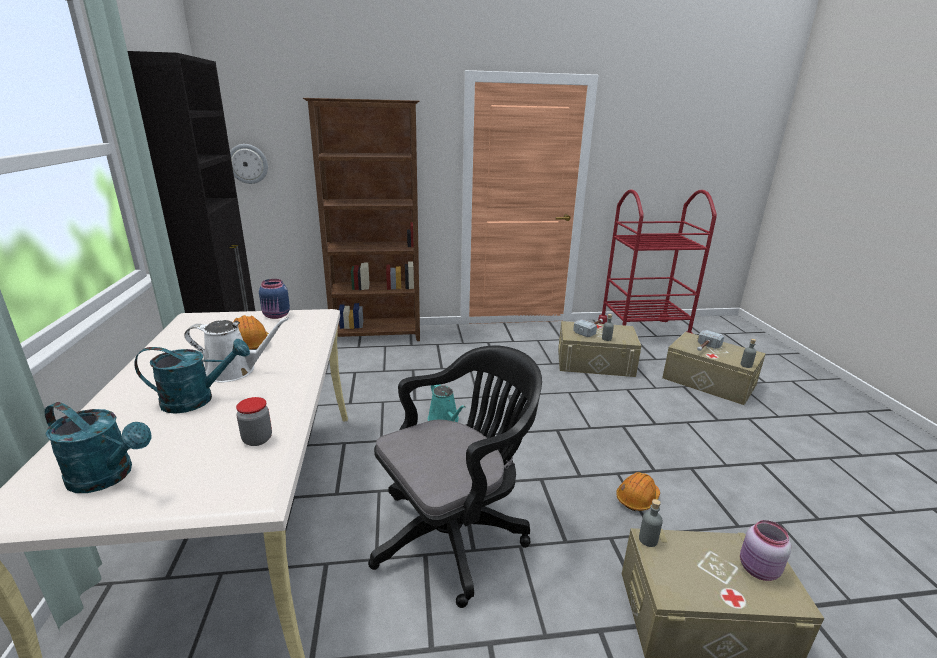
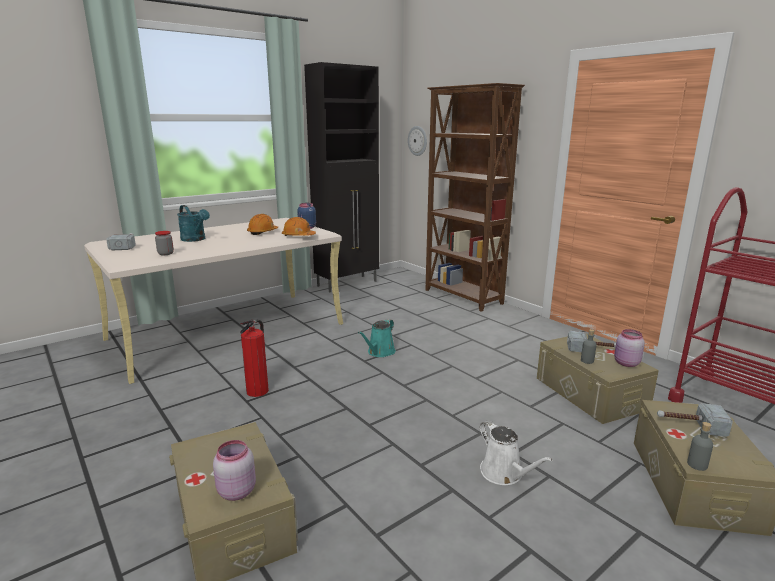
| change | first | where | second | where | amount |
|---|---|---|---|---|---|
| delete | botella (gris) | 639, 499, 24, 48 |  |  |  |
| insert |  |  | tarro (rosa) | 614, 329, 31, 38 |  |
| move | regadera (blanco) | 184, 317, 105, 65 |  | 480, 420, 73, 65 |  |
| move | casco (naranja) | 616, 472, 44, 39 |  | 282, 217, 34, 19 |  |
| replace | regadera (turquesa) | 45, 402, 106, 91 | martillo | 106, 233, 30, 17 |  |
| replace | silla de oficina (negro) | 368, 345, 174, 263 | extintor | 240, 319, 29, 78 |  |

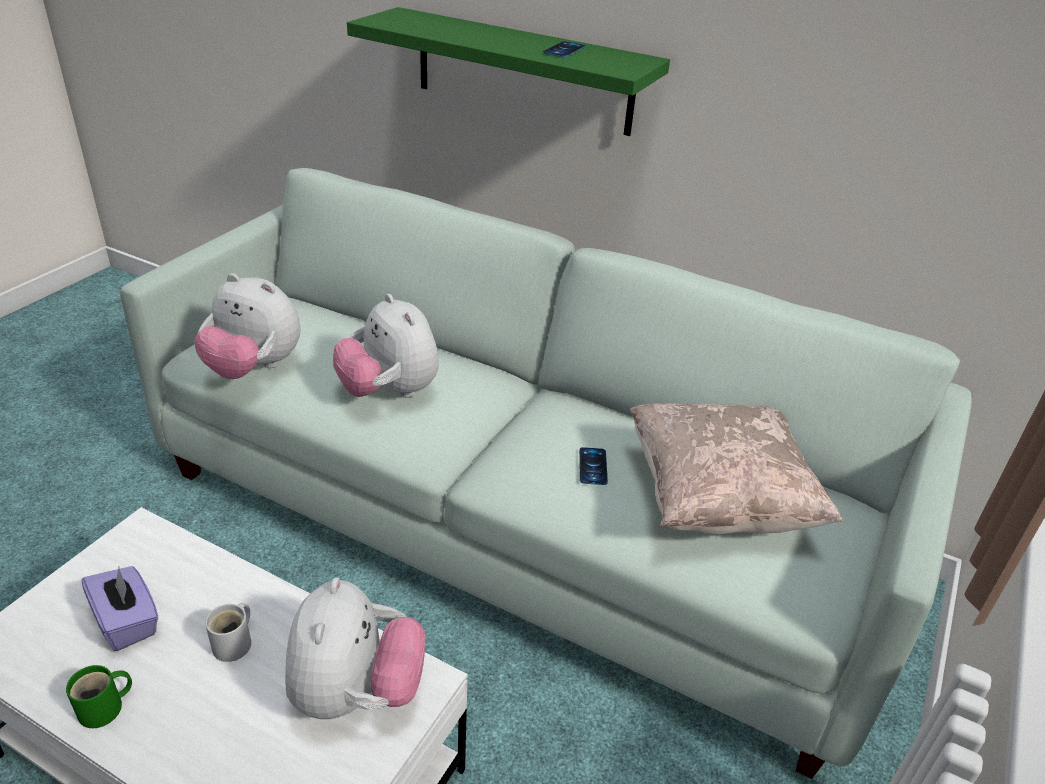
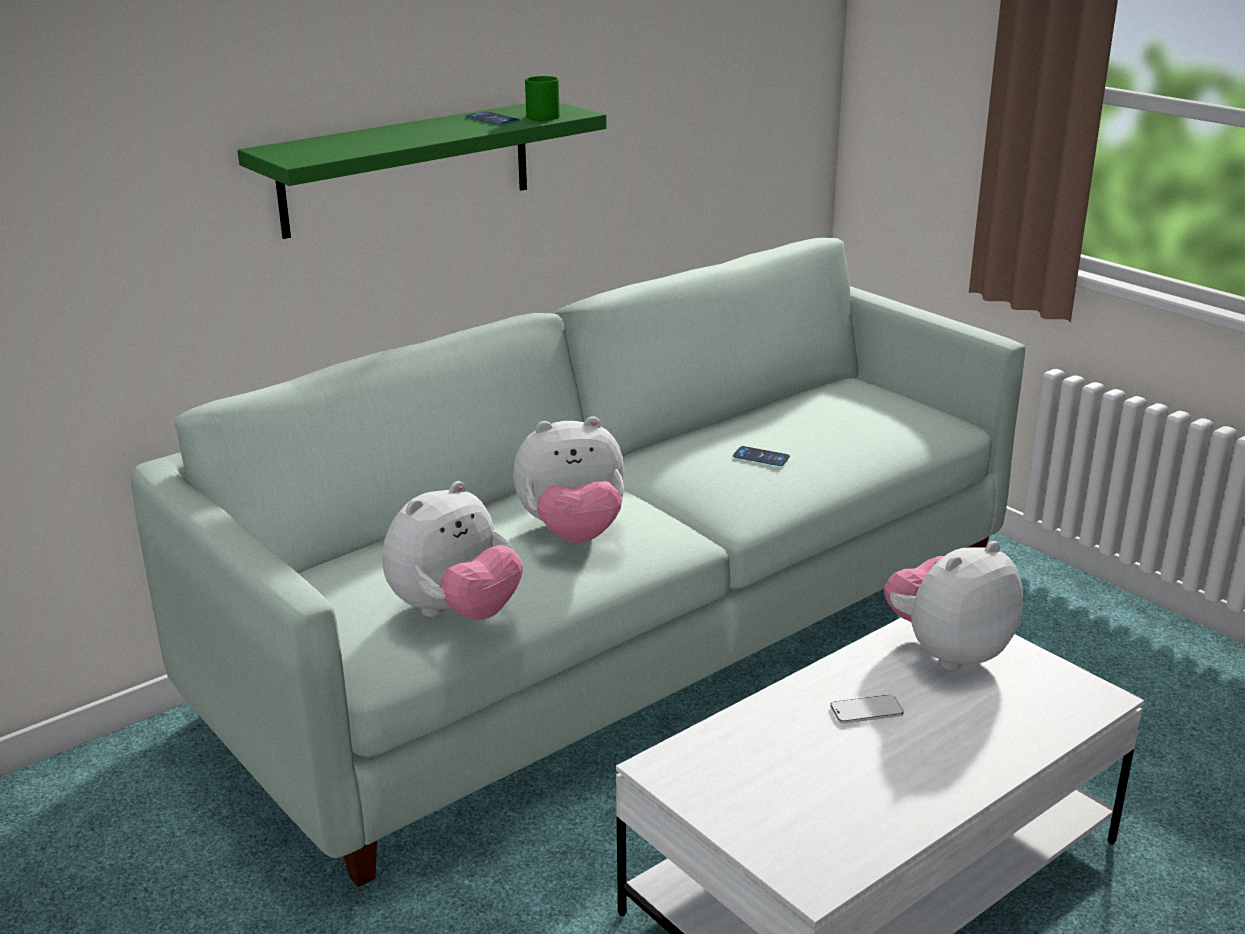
| change | first | where | second | where | amount |
|---|---|---|---|---|---|
| delete | caja de pañuelos (morado) | 82, 566, 77, 85 |  |  |  |
| delete | cojín (beis) | 630, 403, 213, 131 |  |  |  |
| move | taza grande (verde) | 66, 665, 66, 63 |  | 525, 76, 35, 45 |  |
| replace | taza grande (blanco) | 205, 603, 46, 59 | móvil | 830, 695, 74, 28 |  |
| rotate | peluche | 285, 577, 140, 142 |  | 884, 541, 139, 129 | 60 degrees counterclockwise |

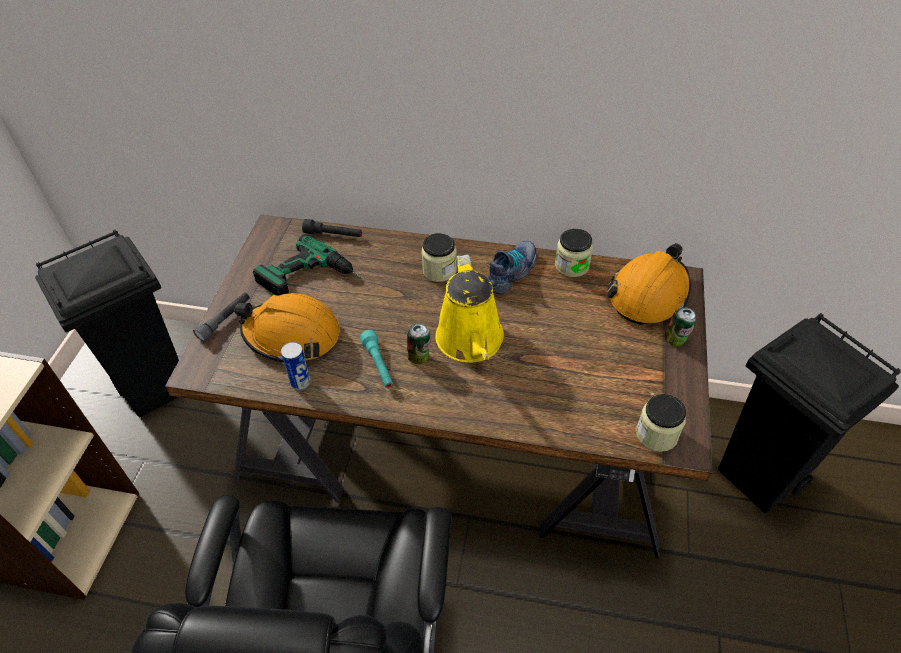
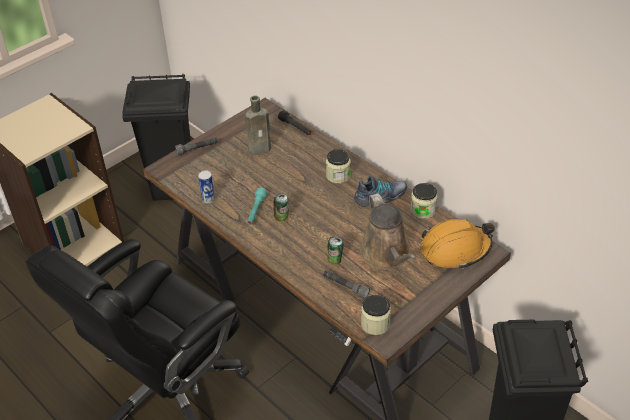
| change | first | where | second | where | amount |
|---|---|---|---|---|---|
| delete | casco (naranja) | 235, 293, 105, 71 |  |  |  |
| delete | regadera (amarillo) | 435, 255, 69, 108 |  |  |  |
| insert |  |  | linterna (gris) | 323, 270, 47, 29 |  |
| insert |  |  | regadera (marrón) | 360, 193, 56, 77 |  |
| move | lata | 665, 307, 31, 39 |  | 327, 237, 17, 27 |  |
| replace | taladro | 253, 234, 111, 62 | botella (marrón) | 245, 95, 26, 60 |  |

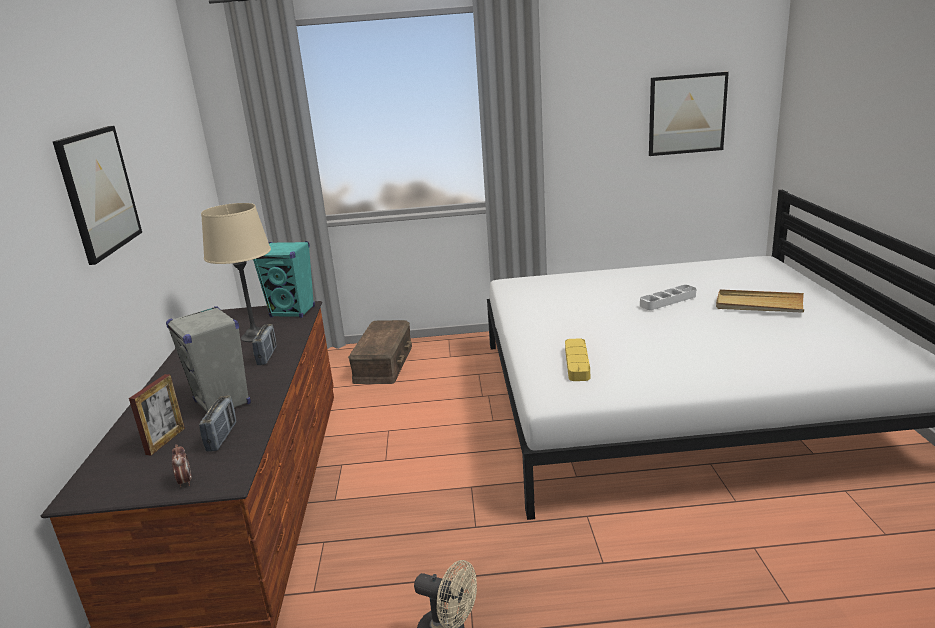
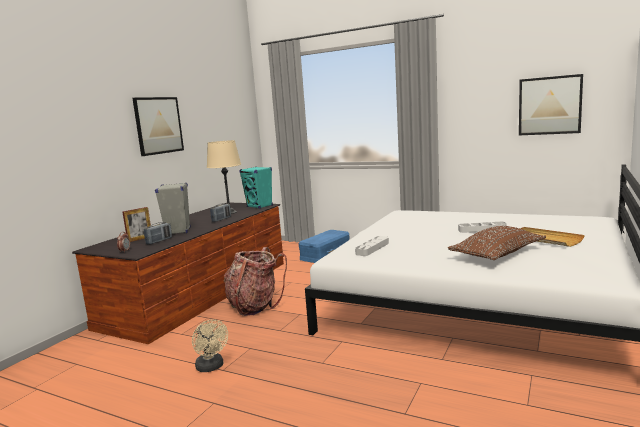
| change | first | where | second | where | amount |
|---|---|---|---|---|---|
| insert |  |  | mochila | 224, 247, 63, 69 |  |
| insert |  |  | cojín (marrón) | 448, 226, 98, 34 |  |
| recolor | caja de almacenaje (marrón) | 348, 320, 64, 64 | caja de almacenaje (azul) | 298, 230, 52, 33 |  |
| recolor | bandeja (amarillo) | 565, 339, 25, 42 | bandeja (gris) | 355, 236, 34, 20 |  |

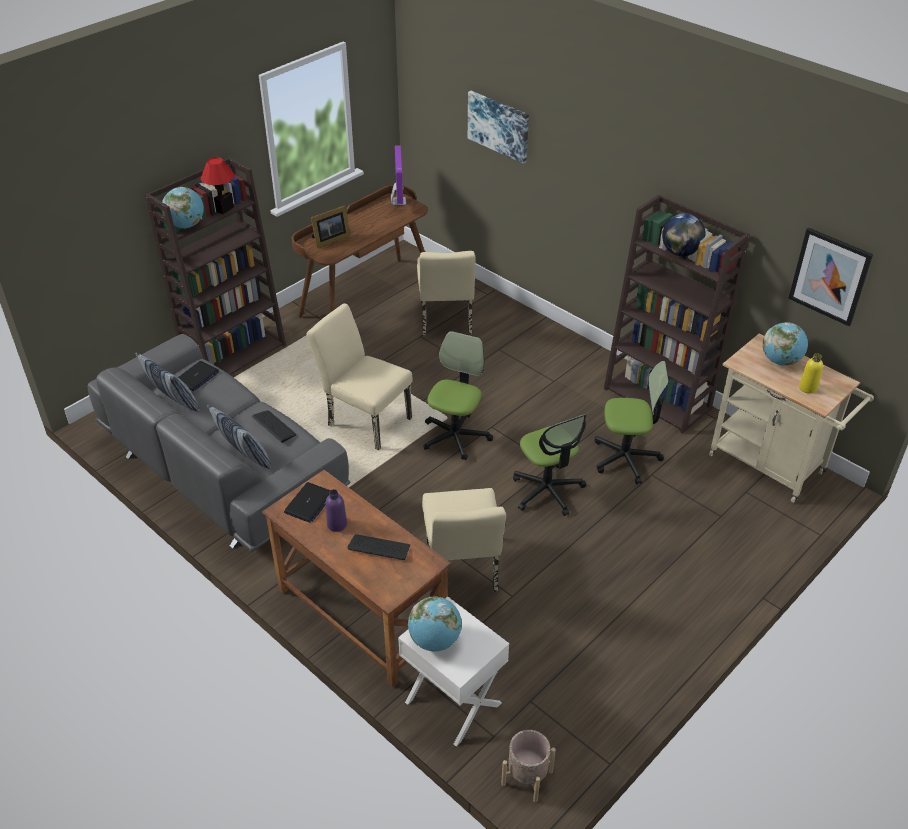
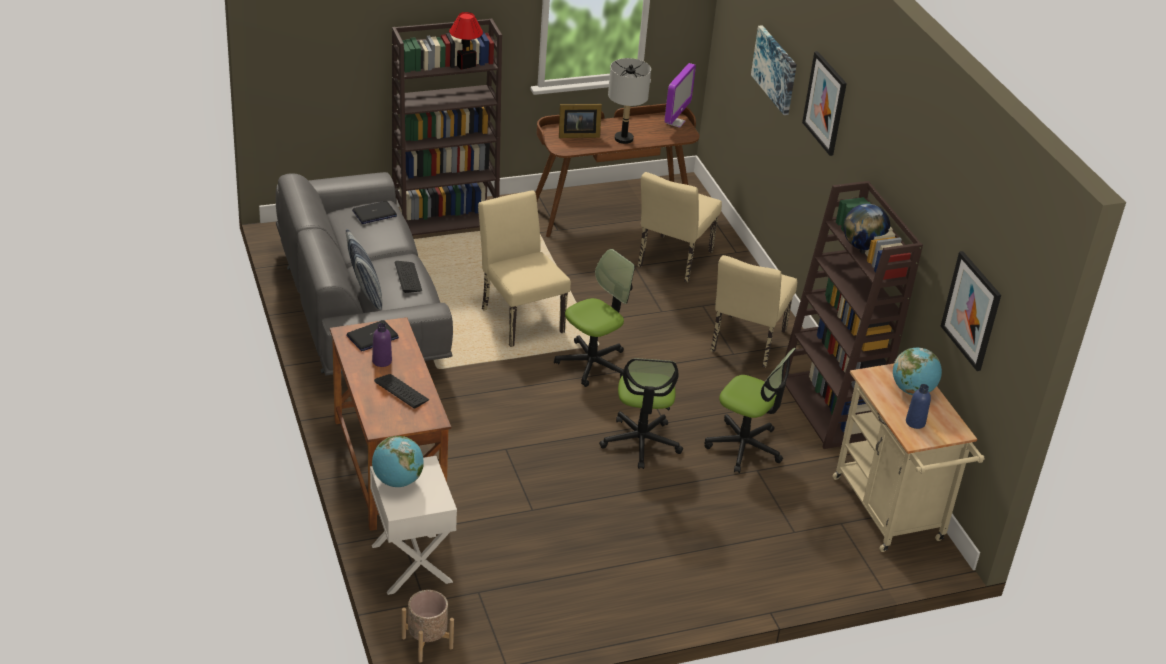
| change | first | where | second | where | amount |
|---|---|---|---|---|---|
| delete | cojín | 135, 353, 65, 58 |  |  |  |
| delete | globo terráqueo | 162, 187, 42, 41 |  |  |  |
| insert |  |  | lámpara de mesa (gris) | 608, 58, 43, 86 |  |
| insert |  |  | cuadro | 802, 51, 45, 105 |  |
| move | silla (beis) | 422, 488, 84, 109 |  | 710, 255, 87, 112 |  |
| recolor | botella (amarillo) | 799, 353, 24, 41 | botella (azul) | 906, 384, 25, 45 |  |

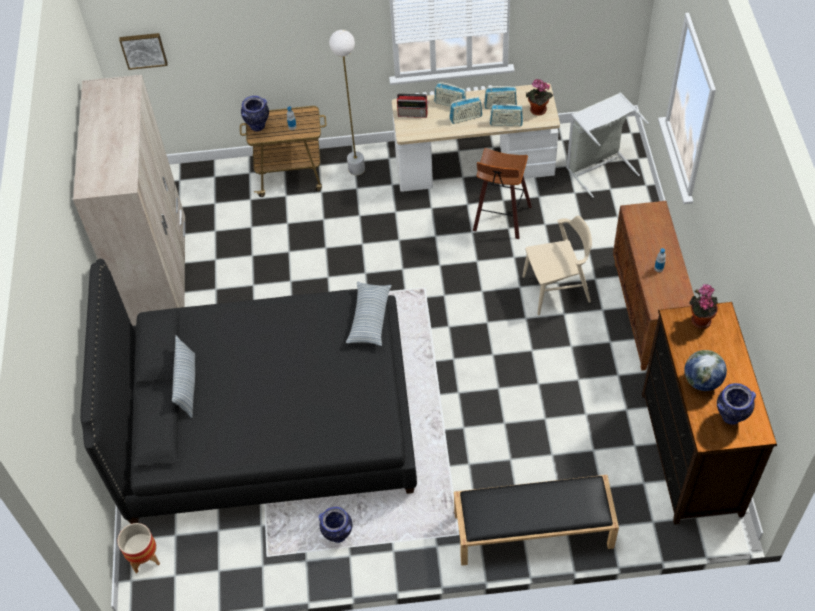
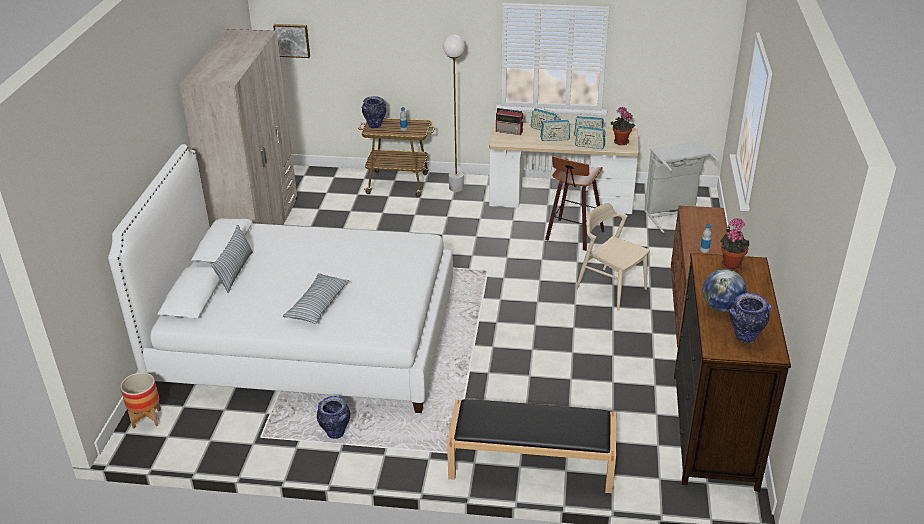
| change | first | where | second | where | amount |
|---|---|---|---|---|---|
| move | cojín | 346, 282, 46, 64 |  | 283, 273, 67, 51 |  |
| recolor | cama (negro) | 80, 259, 337, 265 | cama (blanco) | 108, 144, 345, 269 |  |
| rotate | silla (beis) | 522, 215, 70, 100 |  | 576, 203, 74, 108 | 135 degrees counterclockwise |

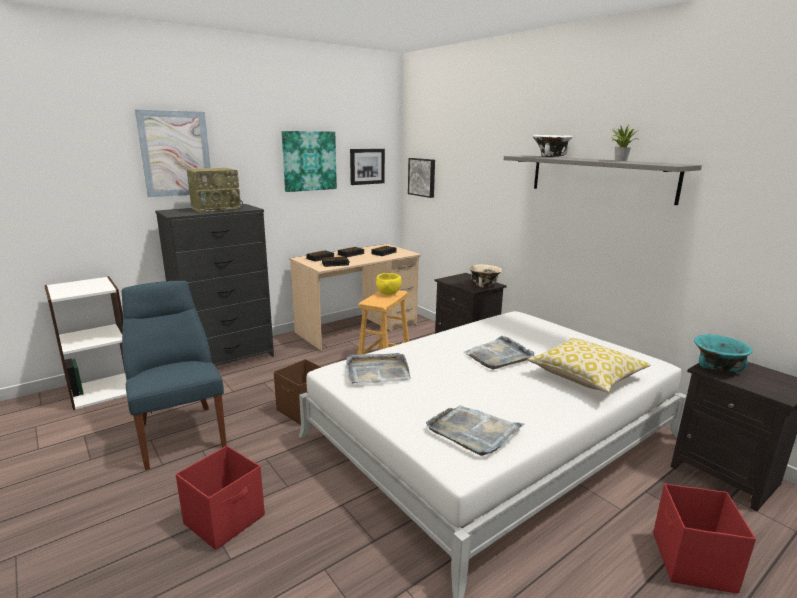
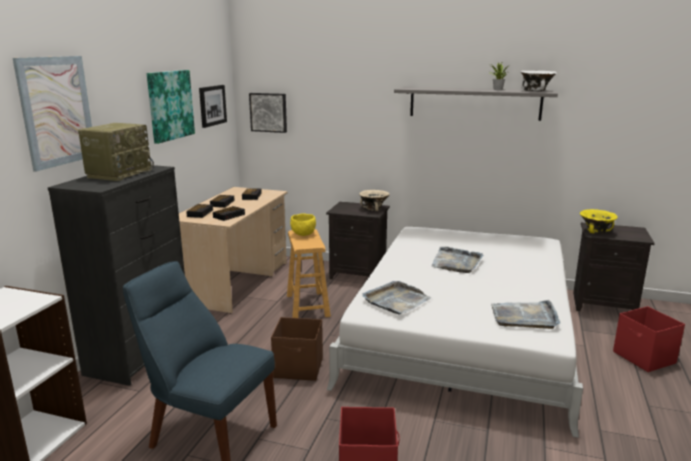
| change | first | where | second | where | amount |
|---|---|---|---|---|---|
| delete | cojín | 527, 338, 124, 54 |  |  |  |
| move | cuenco (blanco) | 533, 135, 40, 22 |  | 521, 71, 36, 20 |  |
| recolor | cuenco (turquesa) | 694, 334, 59, 38 | cuenco (amarillo) | 580, 209, 38, 25 |  |

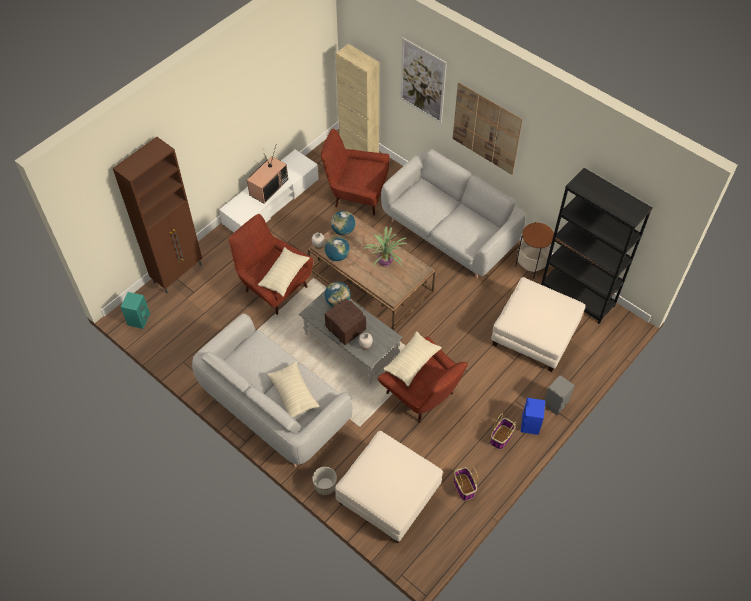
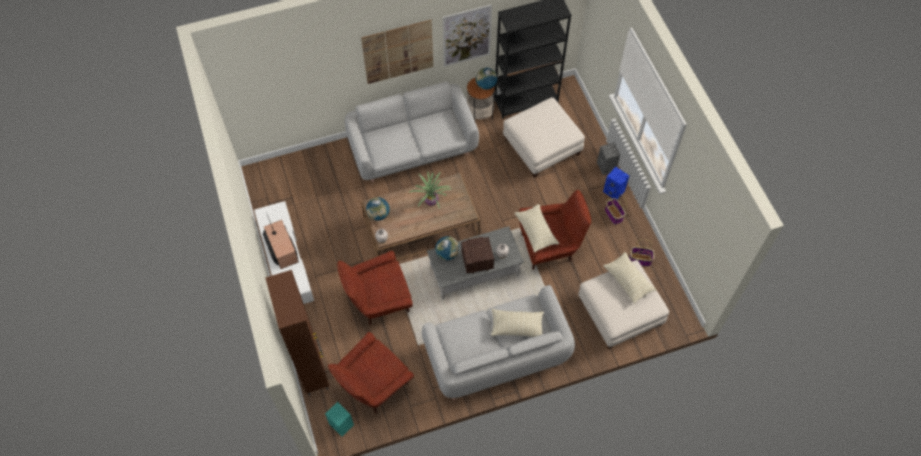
| change | first | where | second | where | amount |
|---|---|---|---|---|---|
| delete | maceta | 312, 467, 25, 28 |  |  |  |
| delete | armario (beis) | 336, 44, 43, 109 |  |  |  |
| move | cojín (beis) | 258, 247, 52, 50 |  | 603, 252, 53, 52 |  |
| move | sillón (rojo) | 321, 129, 69, 86 |  | 328, 332, 86, 81 |  |
| move | globo terráqueo | 325, 236, 25, 25 |  | 476, 68, 21, 22 |  |
| move | cuadro | 400, 38, 47, 85 |  | 443, 4, 49, 63 |  |

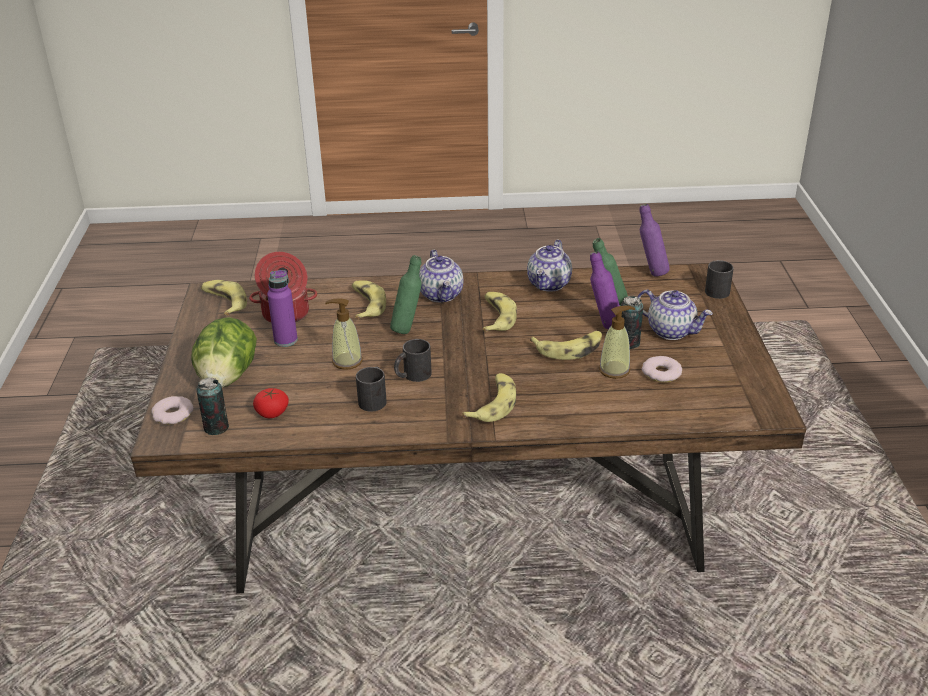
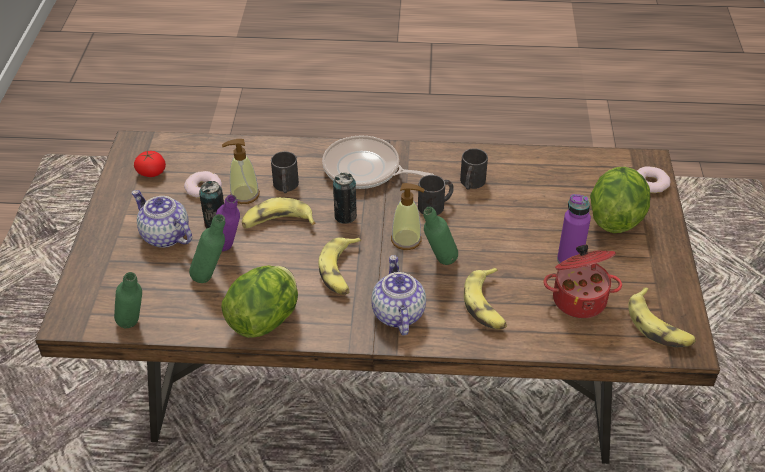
| change | first | where | second | where | amount |
|---|---|---|---|---|---|
| move | lata | 196, 378, 33, 57 |  | 333, 173, 24, 51 |  |
| move | tomate | 253, 388, 36, 30 |  | 134, 151, 32, 26 |  |
| move | dispensador de jabón | 325, 299, 38, 71 |  | 391, 183, 34, 67 |  |
| move | taza grande (negro) | 705, 260, 29, 39 |  | 271, 151, 28, 42 |  |
| replace | plátano | 462, 373, 54, 49 | sartén | 322, 135, 112, 54 |  |
| replace | tetera | 527, 239, 45, 53 | lechuga | 221, 265, 77, 73 |  |
| recolor | botella (morado) | 640, 204, 30, 72 | botella (verde) | 114, 272, 28, 56 |  |

